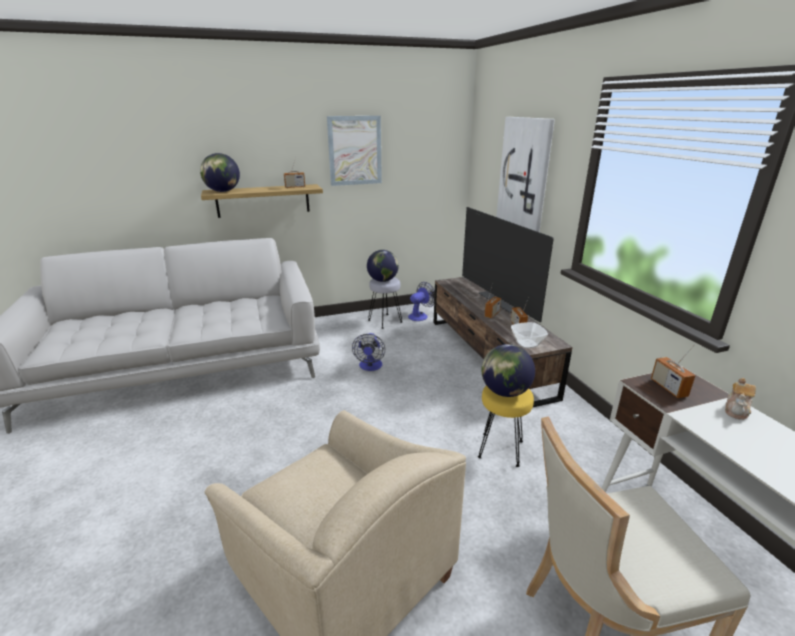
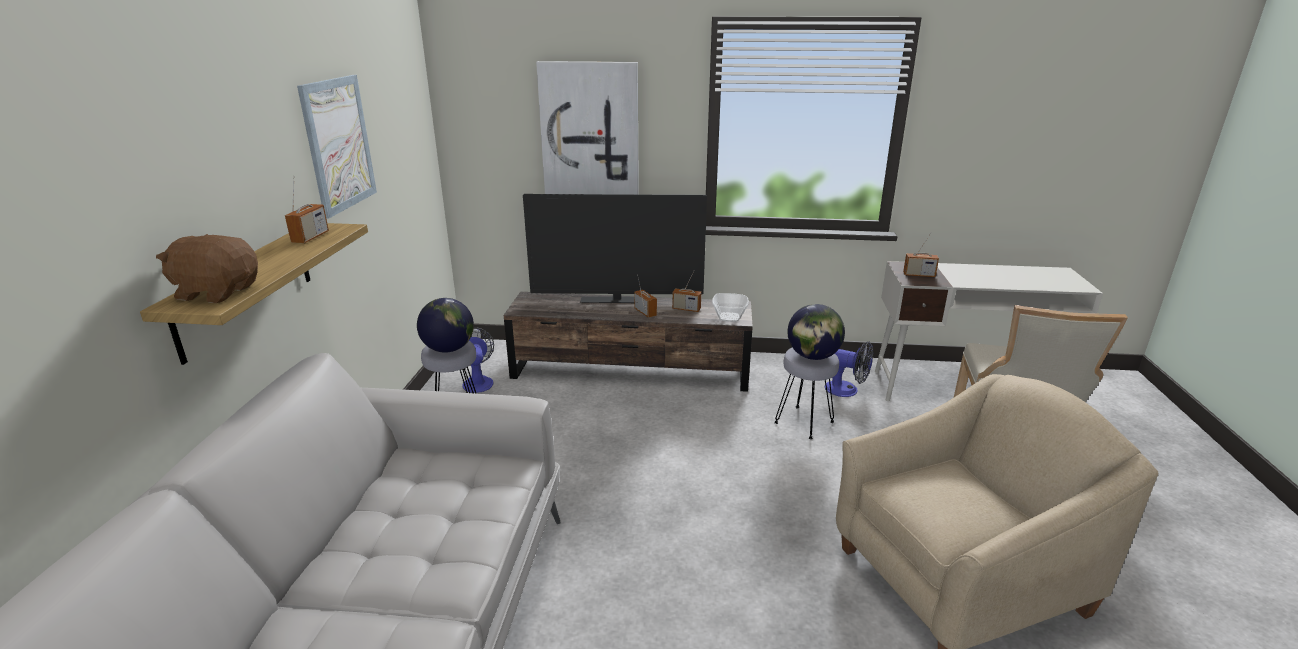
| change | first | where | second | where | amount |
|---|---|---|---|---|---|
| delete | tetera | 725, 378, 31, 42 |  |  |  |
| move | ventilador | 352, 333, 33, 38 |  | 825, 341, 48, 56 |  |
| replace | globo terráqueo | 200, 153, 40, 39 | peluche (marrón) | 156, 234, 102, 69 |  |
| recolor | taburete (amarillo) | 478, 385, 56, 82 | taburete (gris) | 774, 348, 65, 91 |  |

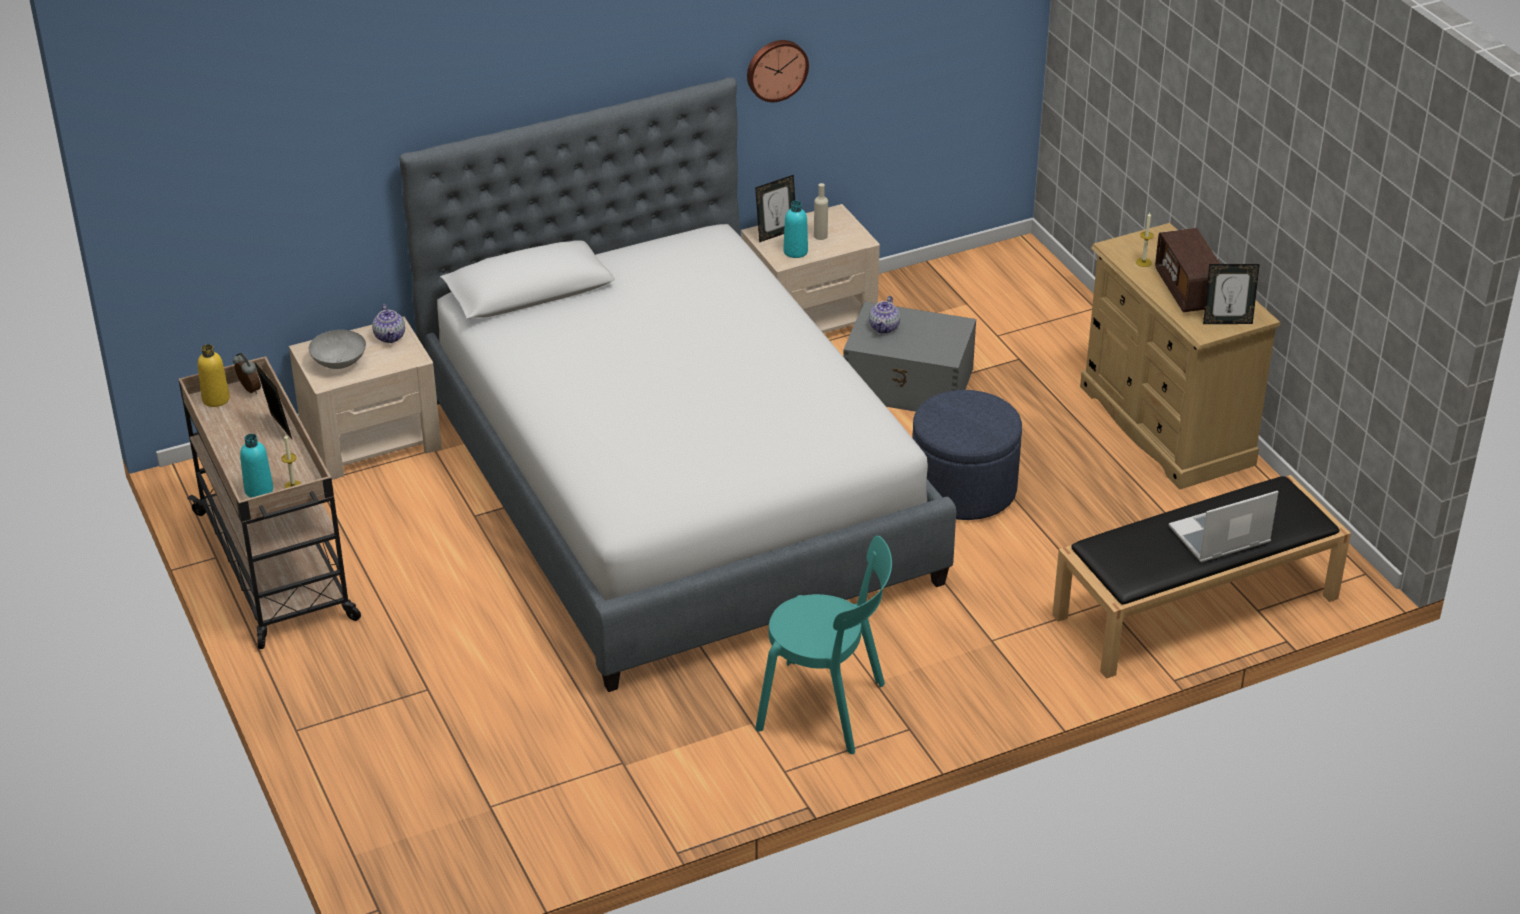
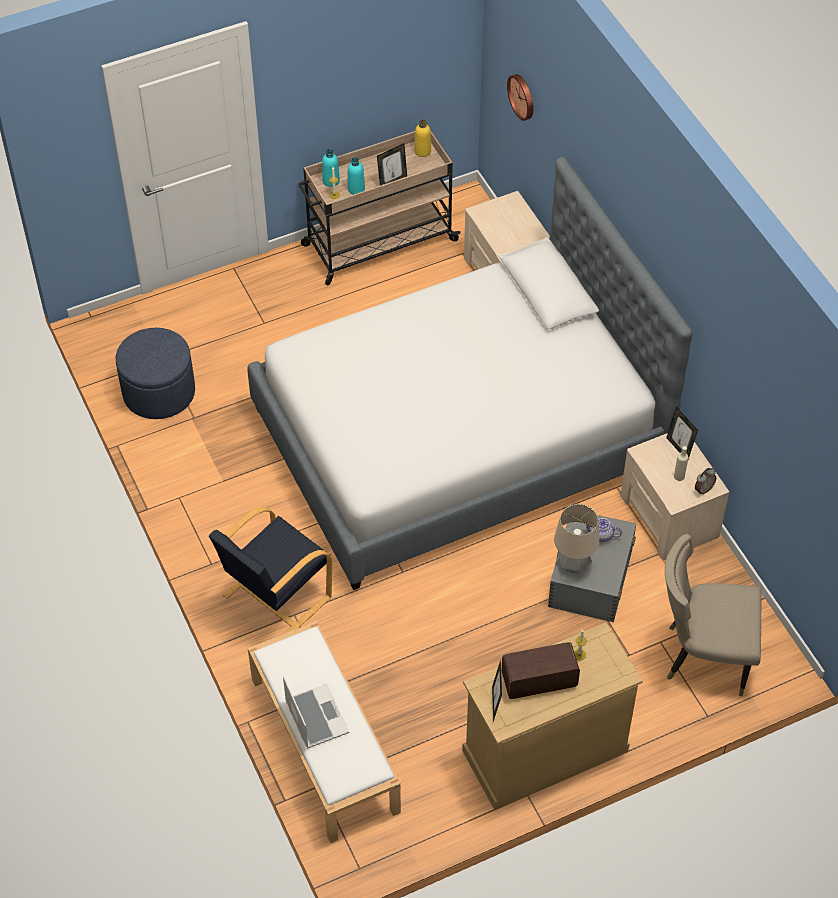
| change | first | where | second | where | amount |
|---|---|---|---|---|---|
| delete | cuenco (gris) | 309, 330, 57, 39 |  |  |  |
| delete | tetera | 372, 304, 33, 39 |  |  |  |
| delete | silla (turquesa) | 755, 536, 137, 218 |  |  |  |
| insert |  |  | sillón (negro) | 209, 507, 123, 127 |  |
| insert |  |  | lámpara de mesa | 554, 504, 45, 69 |  |
| insert |  |  | silla (beis) | 665, 534, 97, 162 |  |
| move | despertador | 233, 353, 28, 41 |  | 695, 468, 21, 27 |  |
| move | reloj de pared | 747, 40, 62, 62 |  | 507, 74, 26, 47 |  |
| move | botella (turquesa) | 783, 201, 25, 57 |  | 348, 157, 17, 38 |  |
| move | puf (azul) | 912, 390, 110, 130 |  | 116, 328, 79, 91 |  |
| recolor | banco (negro) | 1052, 475, 299, 204 | banco (blanco) | 248, 621, 153, 222 |  |

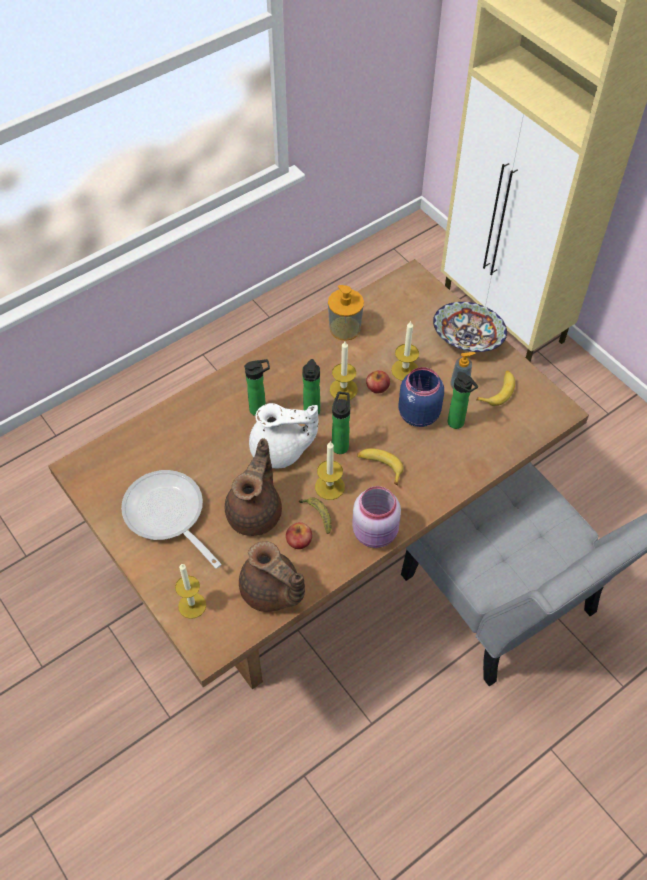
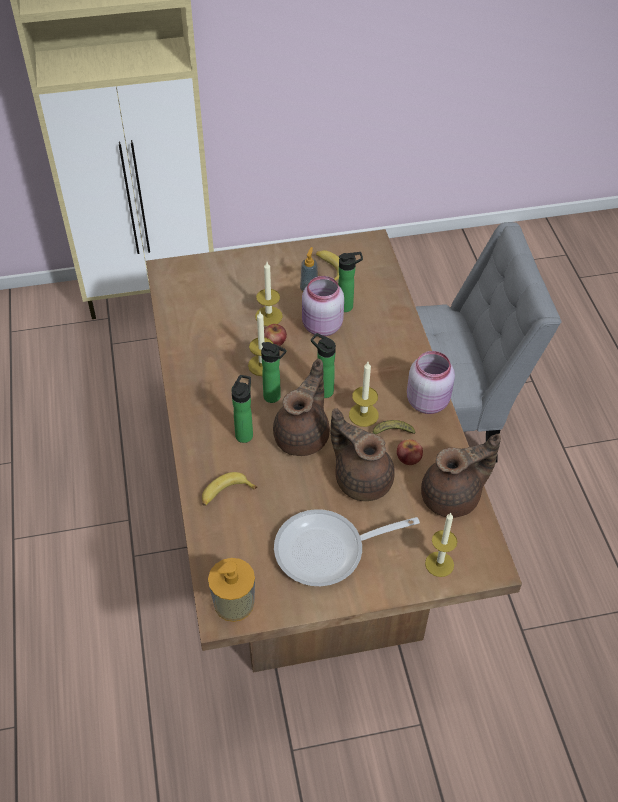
| change | first | where | second | where | amount |
|---|---|---|---|---|---|
| delete | cuenco | 433, 302, 74, 50 |  |  |  |
| move | dispensador de jabón | 328, 285, 36, 56 |  | 208, 558, 47, 64 |  |
| move | plátano | 357, 448, 46, 38 |  | 202, 472, 56, 34 |  |
| recolor | tetera (blanco) | 249, 403, 69, 65 | tetera (marrón) | 273, 359, 57, 97 |  |
| recolor | tarro (azul) | 399, 367, 45, 60 | tarro (rosa) | 302, 276, 42, 60 |  |

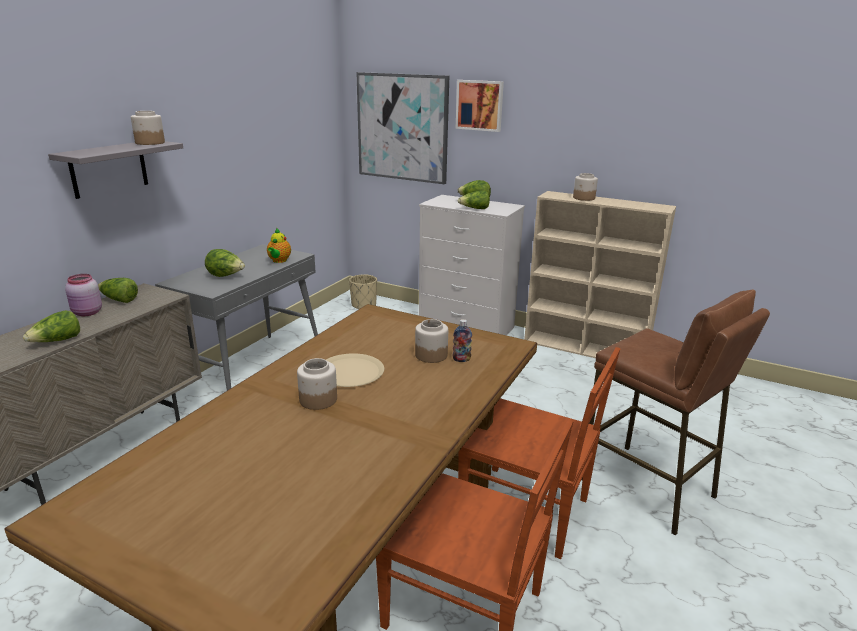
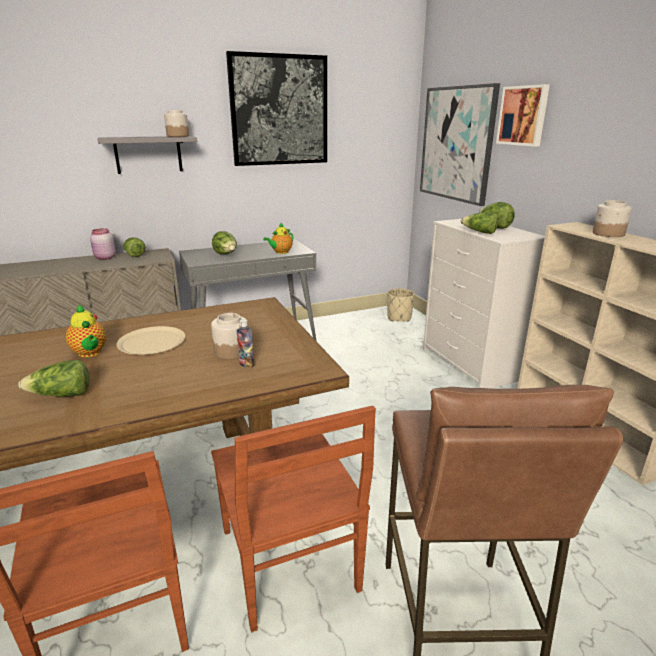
| change | first | where | second | where | amount |
|---|---|---|---|---|---|
| insert |  |  | cuadro | 226, 51, 101, 115 |  |
| move | lechuga | 23, 310, 57, 32 |  | 18, 360, 71, 37 |  |
| replace | tarro | 297, 358, 40, 52 | tetera | 66, 305, 41, 52 |  |

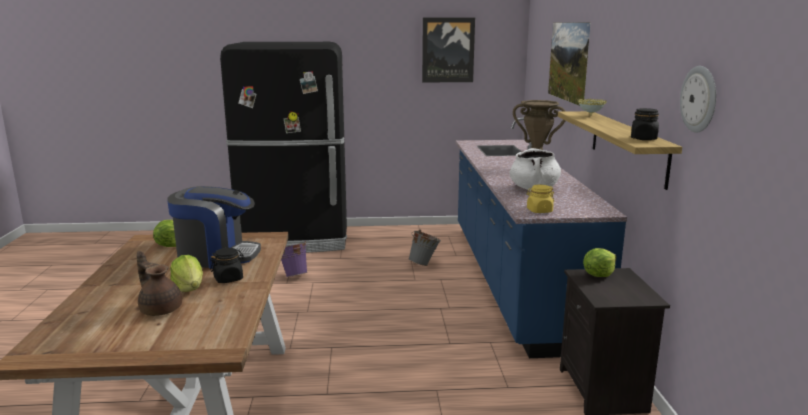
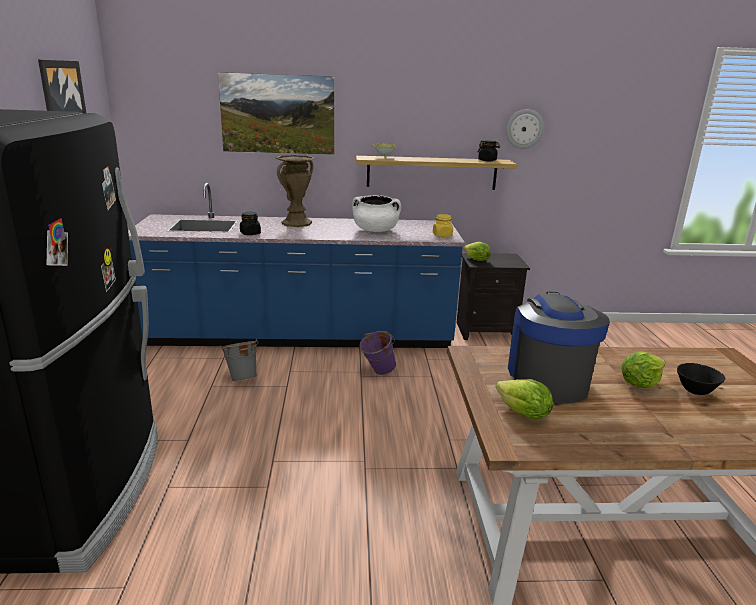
| change | first | where | second | where | amount |
|---|---|---|---|---|---|
| move | tarro (negro) | 210, 248, 34, 35 |  | 240, 212, 21, 23 |  |
| move | cubo (morado) | 281, 241, 27, 36 |  | 359, 331, 37, 44 |  |
| replace | tetera (marrón) | 137, 251, 45, 65 | cuenco (negro) | 677, 363, 49, 32 |  |

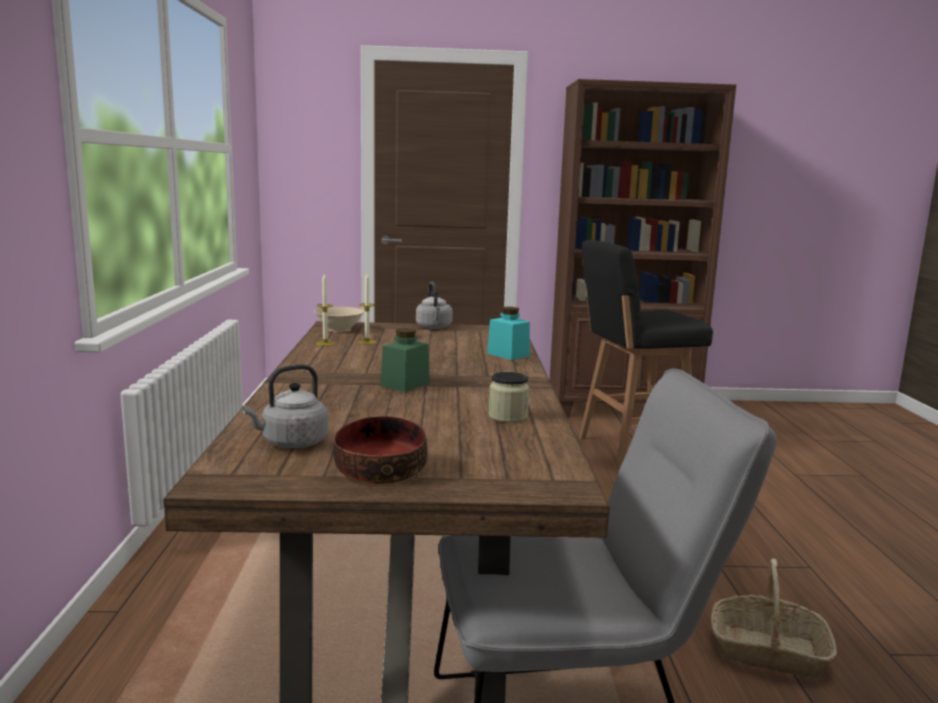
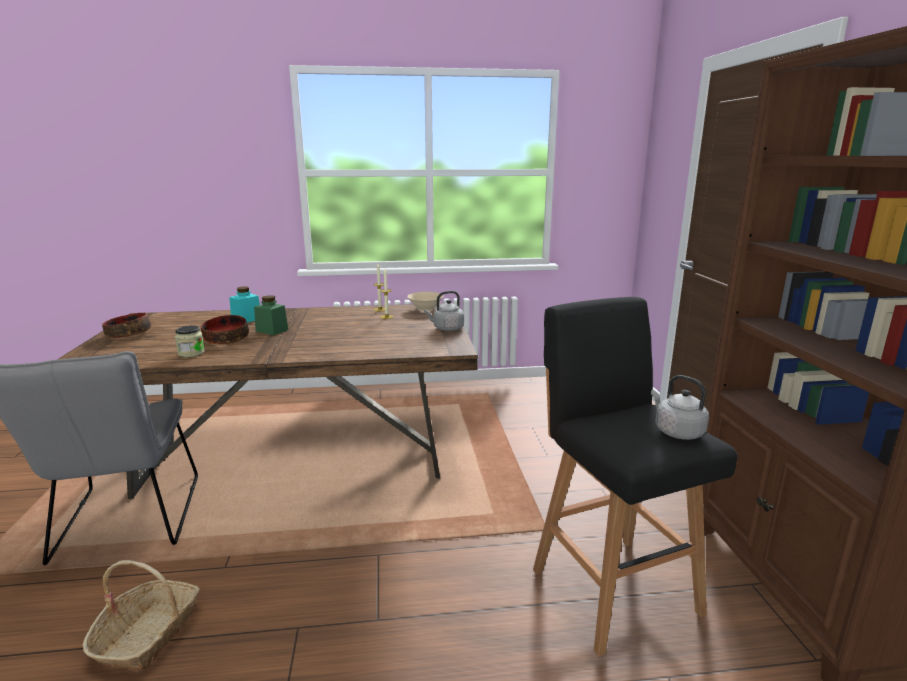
| change | first | where | second | where | amount |
|---|---|---|---|---|---|
| insert |  |  | cuenco | 201, 315, 48, 30 |  |
| move | hervidor (gris) | 242, 364, 87, 84 |  | 651, 375, 58, 65 |  |
| move | tarro (turquesa) | 487, 307, 43, 53 |  | 229, 286, 31, 37 |  |

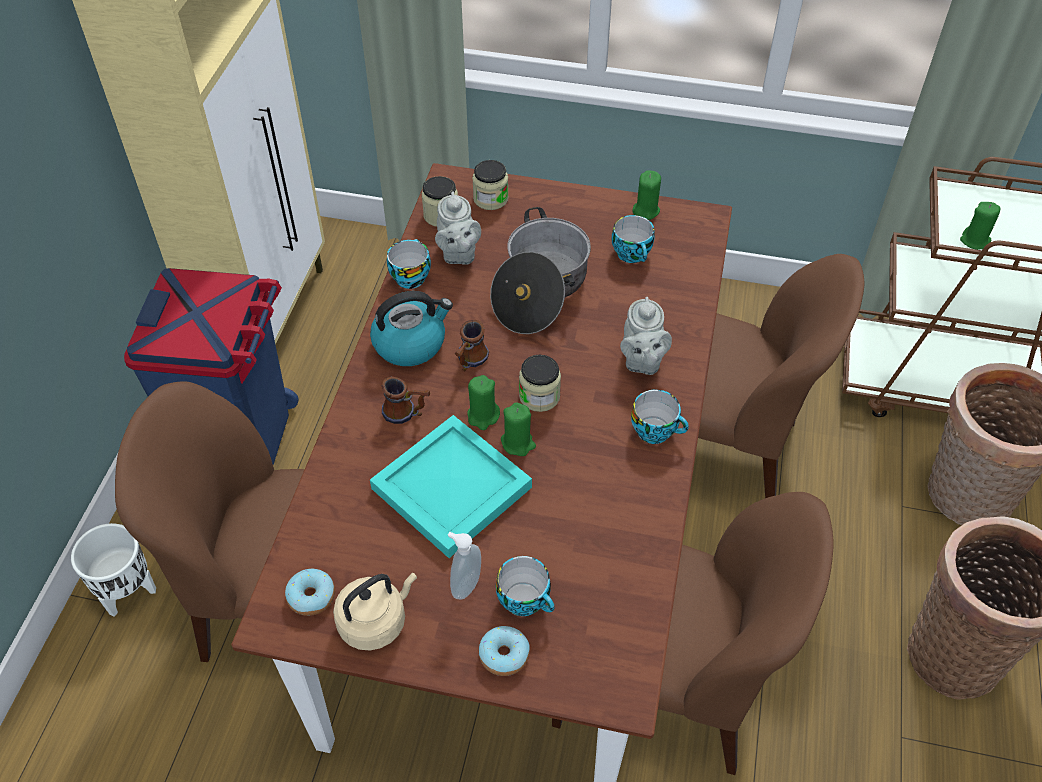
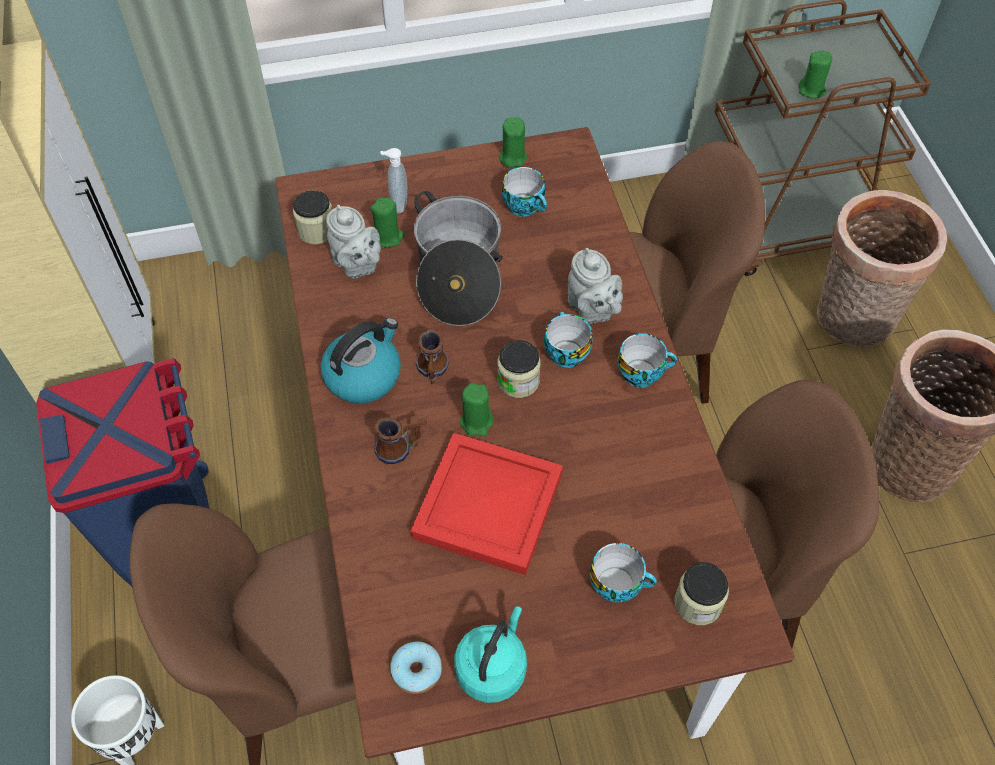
| change | first | where | second | where | amount |
|---|---|---|---|---|---|
| delete | rosquilla | 479, 626, 51, 50 |  |  |  |
| move | taza | 387, 239, 44, 50 |  | 544, 312, 49, 56 |  |
| move | dispensador de jabón | 448, 532, 33, 67 |  | 380, 148, 27, 65 |  |
| move | tarro | 472, 160, 36, 50 |  | 674, 562, 55, 63 |  |
| move | vela (verde) | 501, 402, 35, 54 |  | 370, 198, 35, 49 |  |
| recolor | hervidor (beis) | 333, 573, 84, 77 | hervidor (turquesa) | 454, 606, 73, 97 |  |
| recolor | bandeja (turquesa) | 370, 415, 162, 143 | bandeja (rojo) | 411, 433, 152, 142 |  |

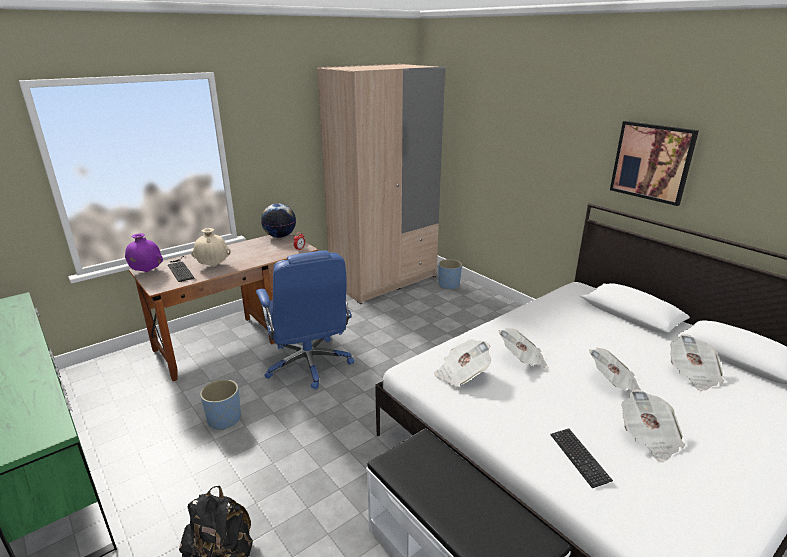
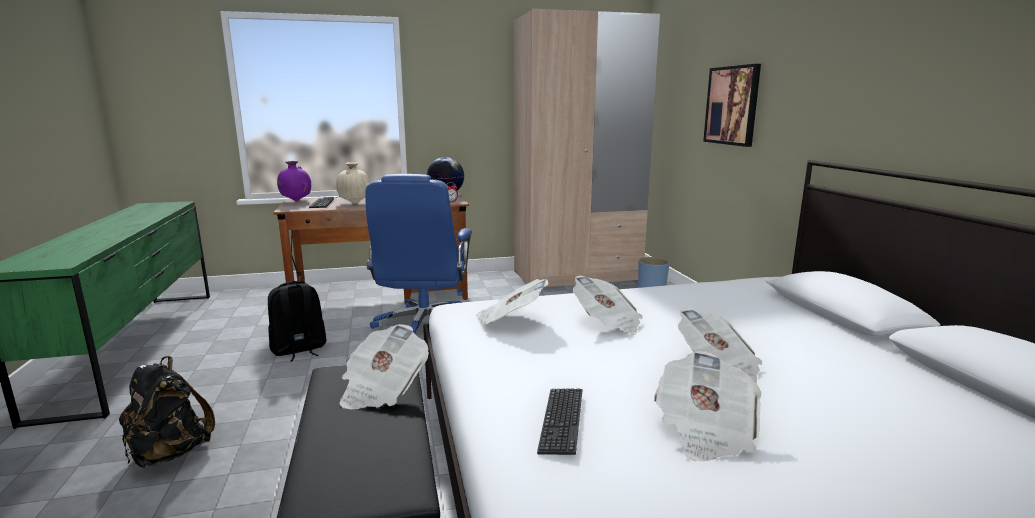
| change | first | where | second | where | amount |
|---|---|---|---|---|---|
| move | cuadro | 610, 121, 89, 85 |  | 703, 64, 58, 83 |  |
| move | periódico | 670, 334, 54, 57 |  | 340, 324, 89, 85 |  |
| replace | maceta (azul) | 200, 379, 41, 51 | mochila (negro) | 268, 281, 58, 81 |  |

